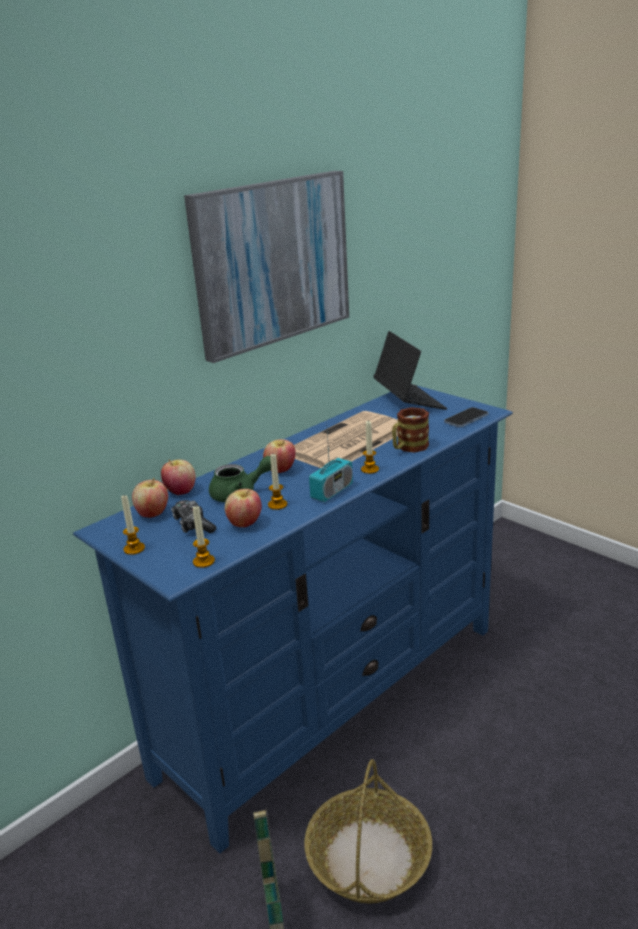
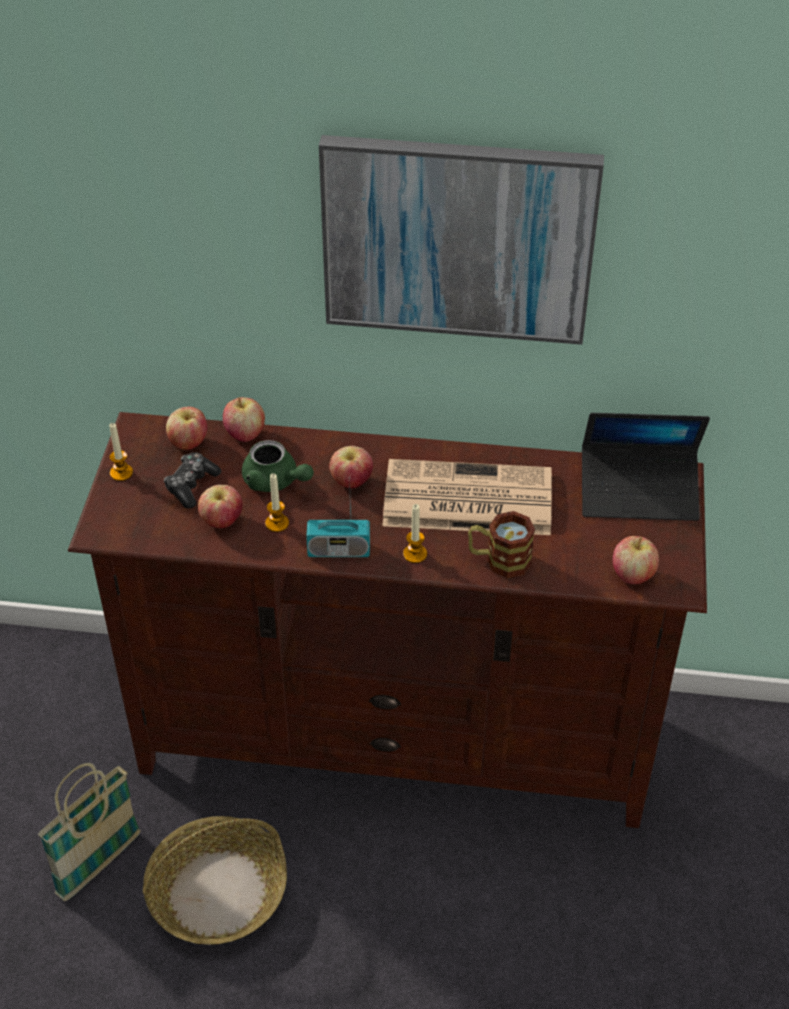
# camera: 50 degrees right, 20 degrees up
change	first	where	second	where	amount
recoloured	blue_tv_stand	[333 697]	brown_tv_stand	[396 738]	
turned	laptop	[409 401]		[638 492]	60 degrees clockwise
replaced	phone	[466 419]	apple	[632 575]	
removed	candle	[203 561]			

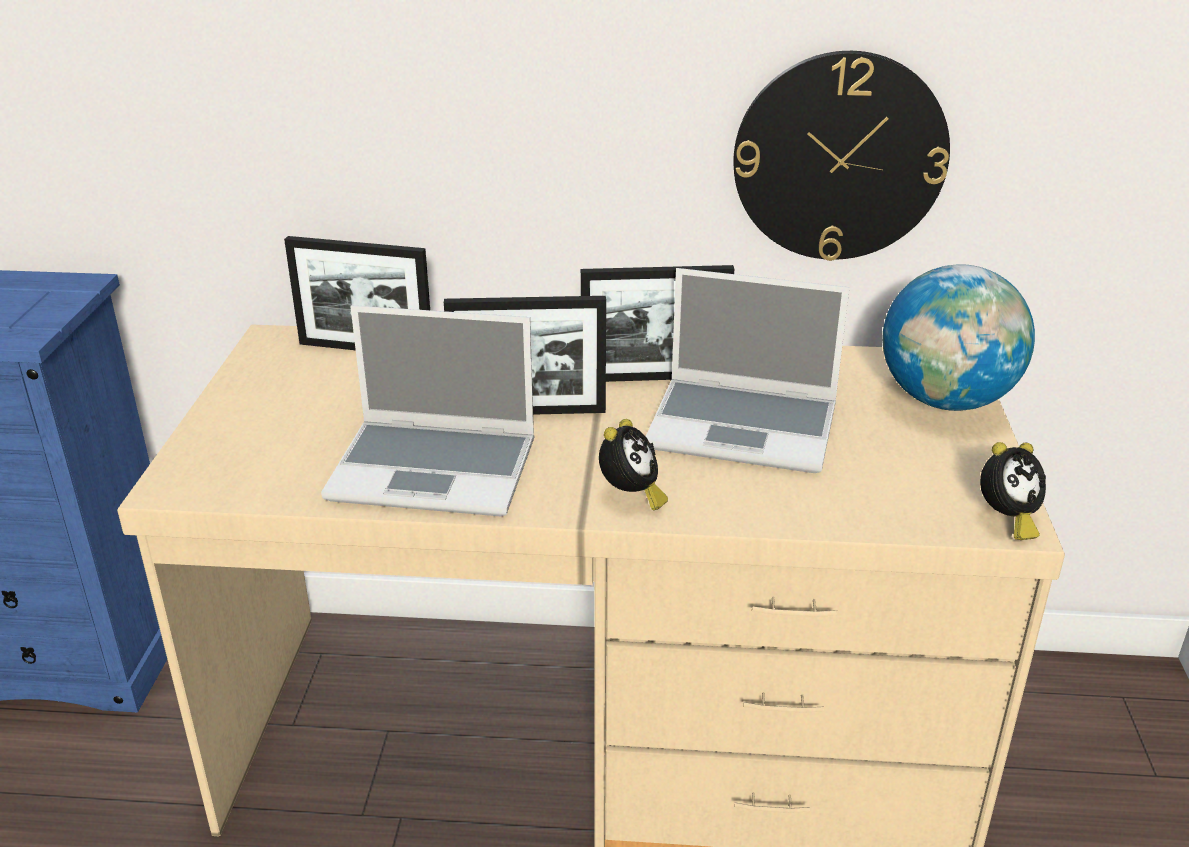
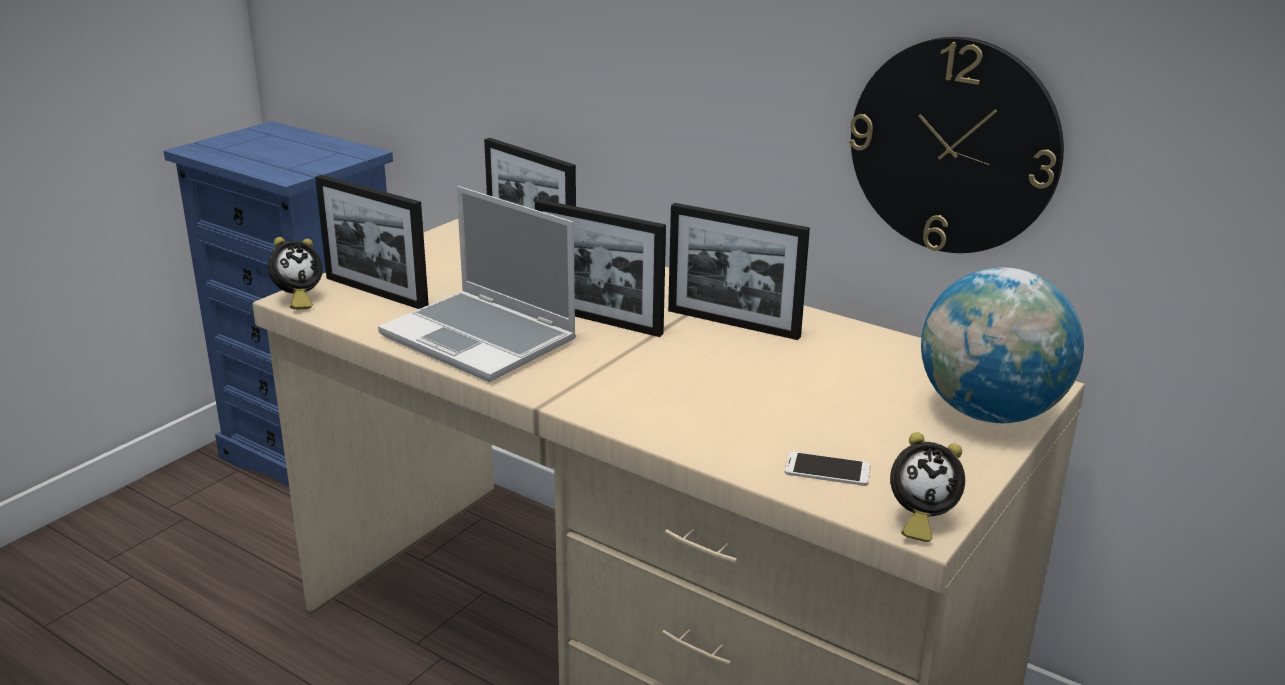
# camera: 30 degrees right, 5 degrees down
change	first	where	second	where	amount
moved	alarm_clock	[631 496]		[297 300]	
added			picture_frame	[376 292]	
added			phone	[827 470]	
removed	laptop	[745 427]			

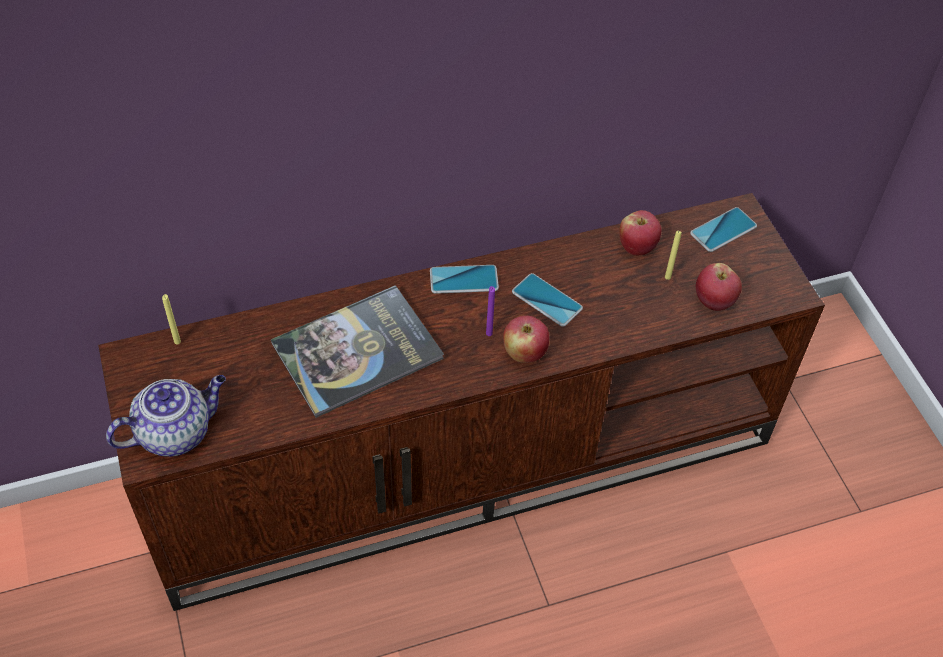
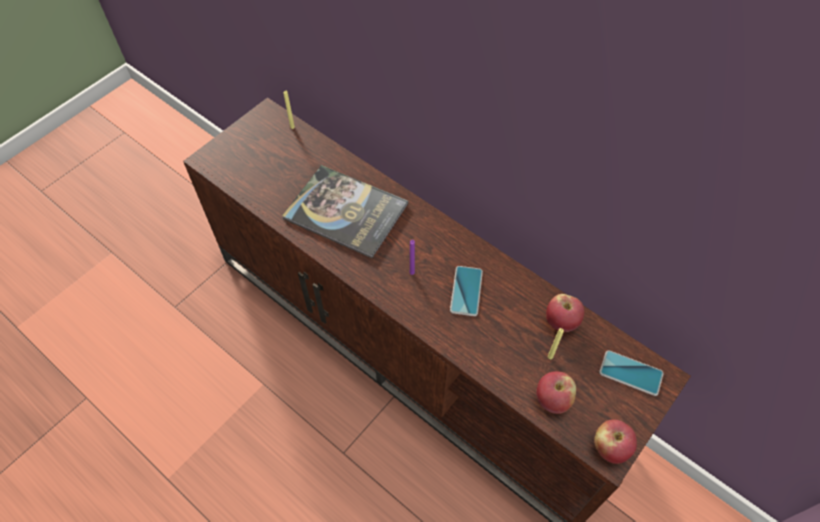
# camera: 60 degrees right, 5 degrees up
change	first	where	second	where	amount
moved	apple	[524 353]		[609 448]	
removed	teapot	[176 432]			
removed	phone	[464 280]			

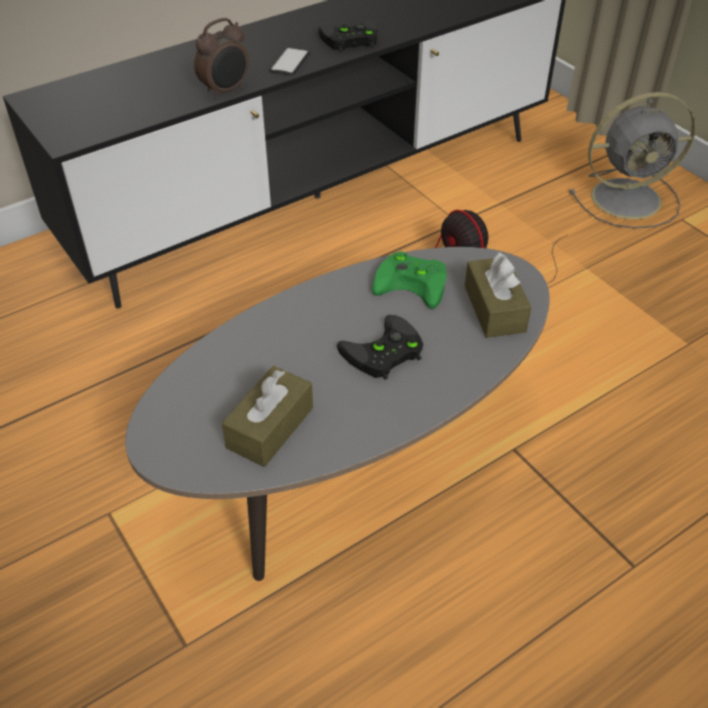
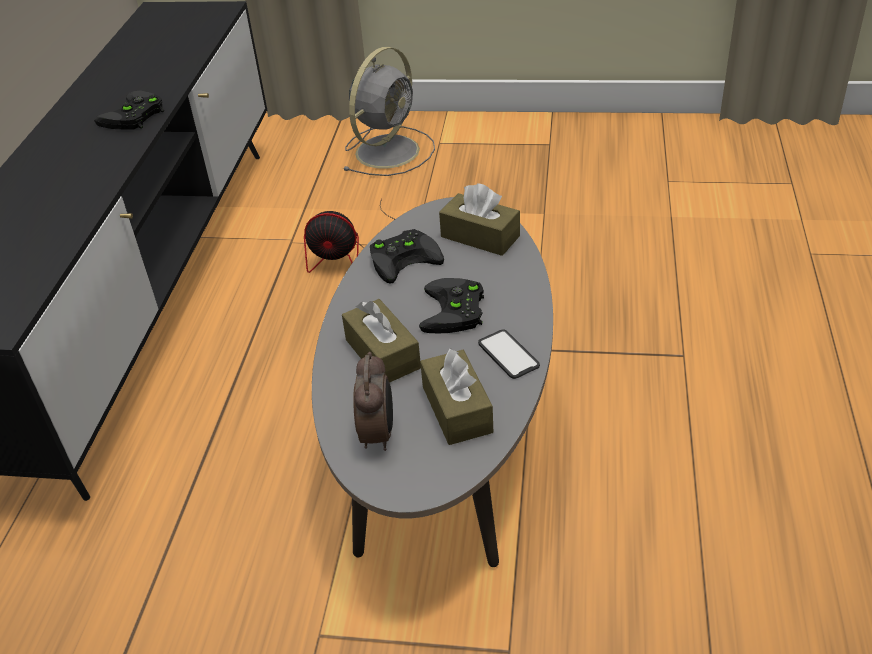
# camera: 45 degrees left, 5 degrees down
change	first	where	second	where	amount
added			brown_tissue_box	[382 354]	
moved	alarm_clock	[226 91]		[378 434]	
recoloured	green_game_controller	[414 283]	black_game_controller	[405 257]	
moved	phone	[289 62]		[508 355]	

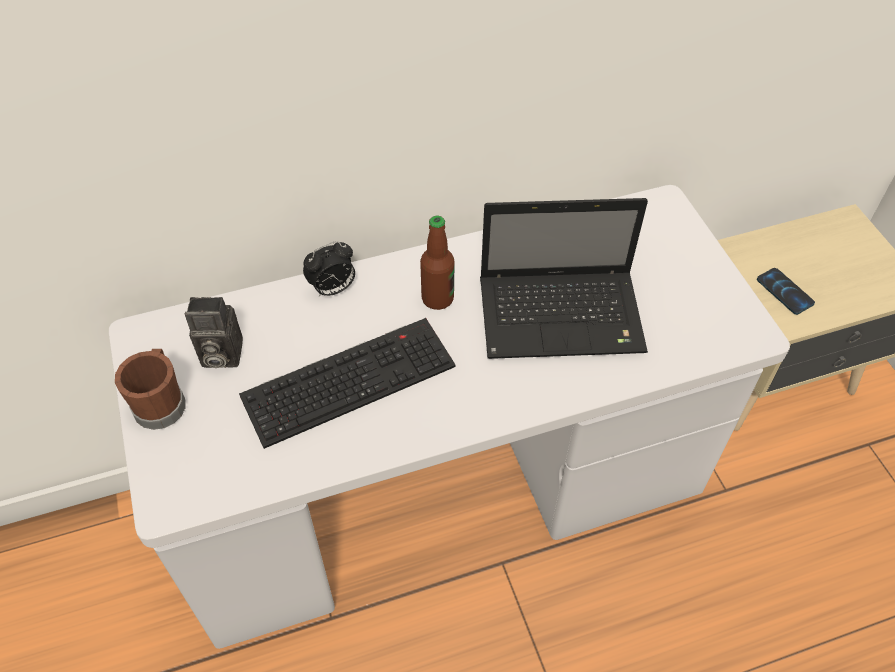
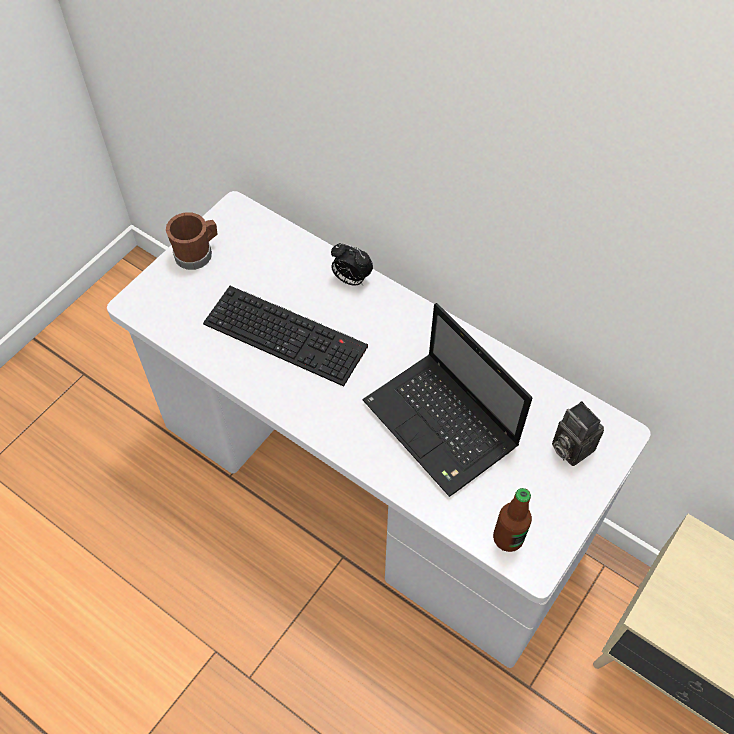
# camera: 55 degrees right, 5 degrees up
change	first	where	second	where	amount
moved	bottle	[437 298]		[508 538]	
moved	photo_camera	[219 355]		[569 447]	
removed	phone	[784 292]			

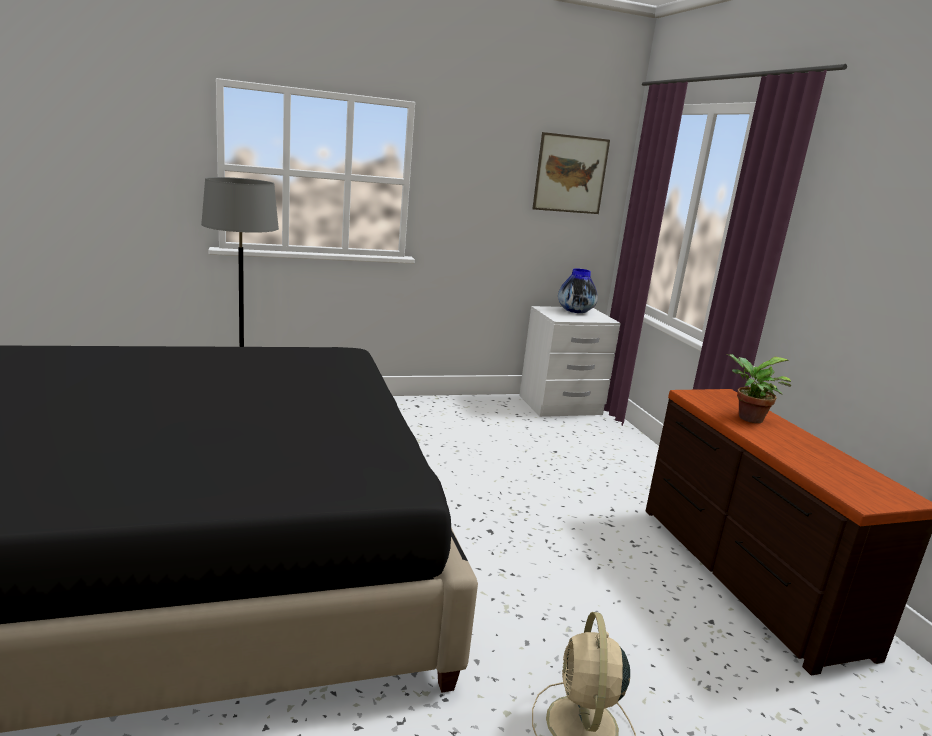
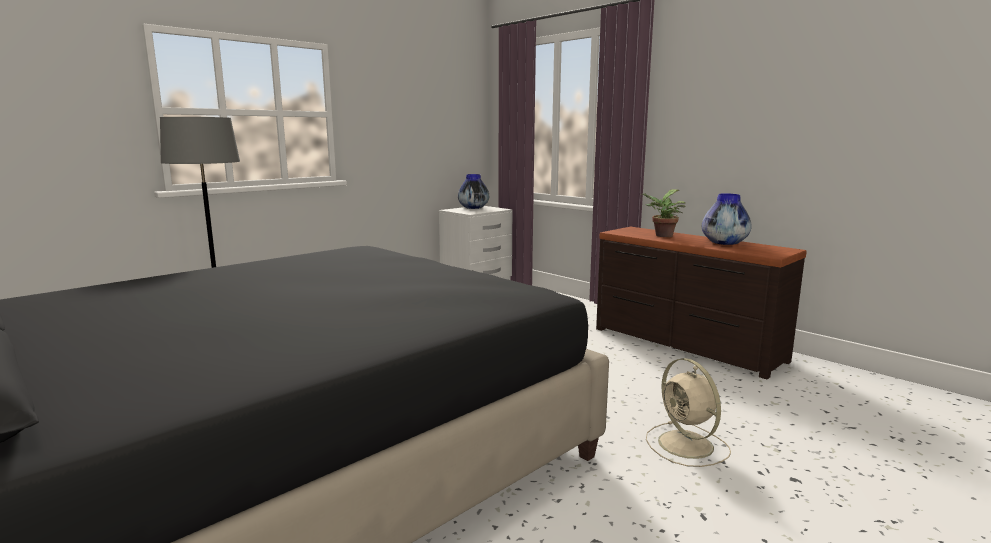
# camera: 25 degrees left, 5 degrees down
change	first	where	second	where	amount
added			vase	[724 243]	
removed	picture	[570 174]			

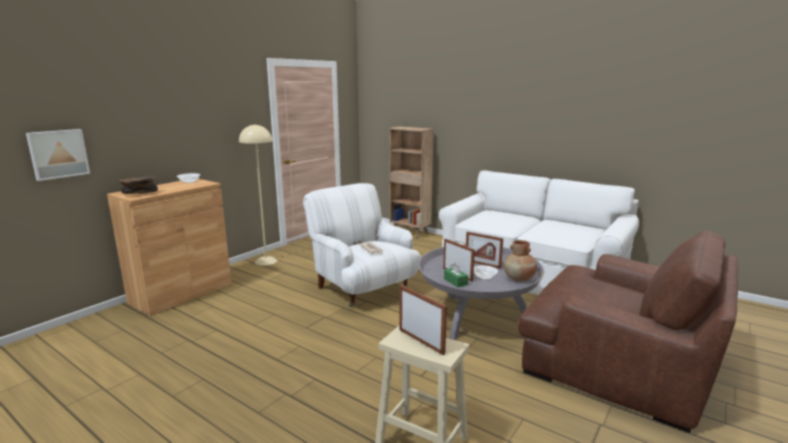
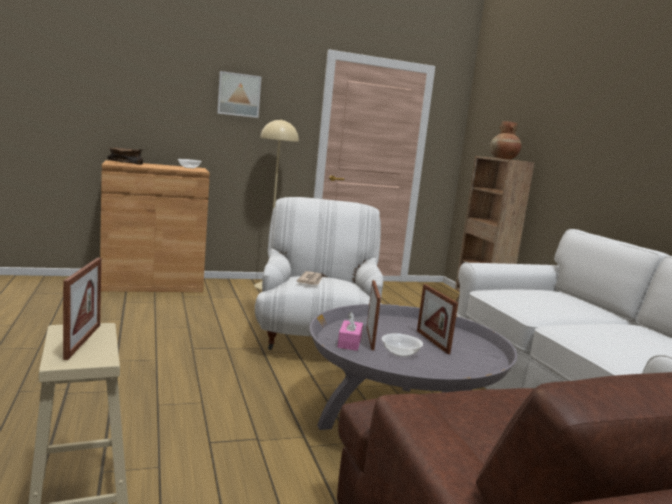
# camera: 35 degrees right, 5 degrees down
change	first	where	second	where	amount
moved	picture	[58 154]		[238 95]	
recoloured	green_tissue_box	[455 282]	pink_tissue_box	[349 342]	
moved	brown_vase	[519 278]		[503 158]	

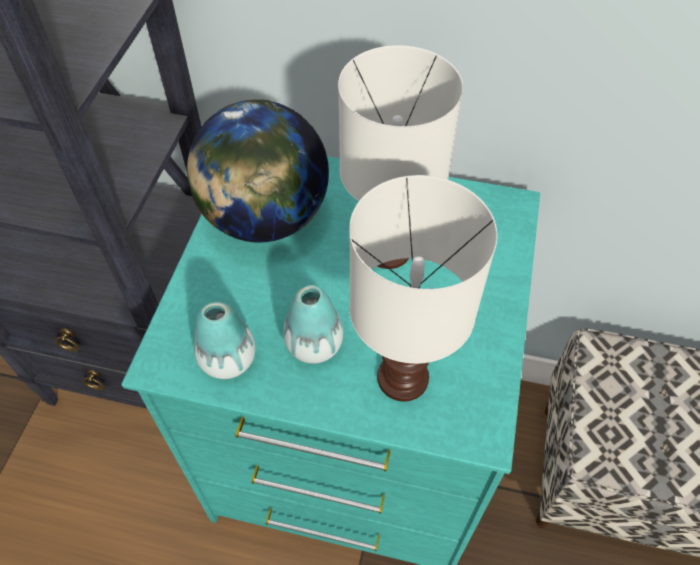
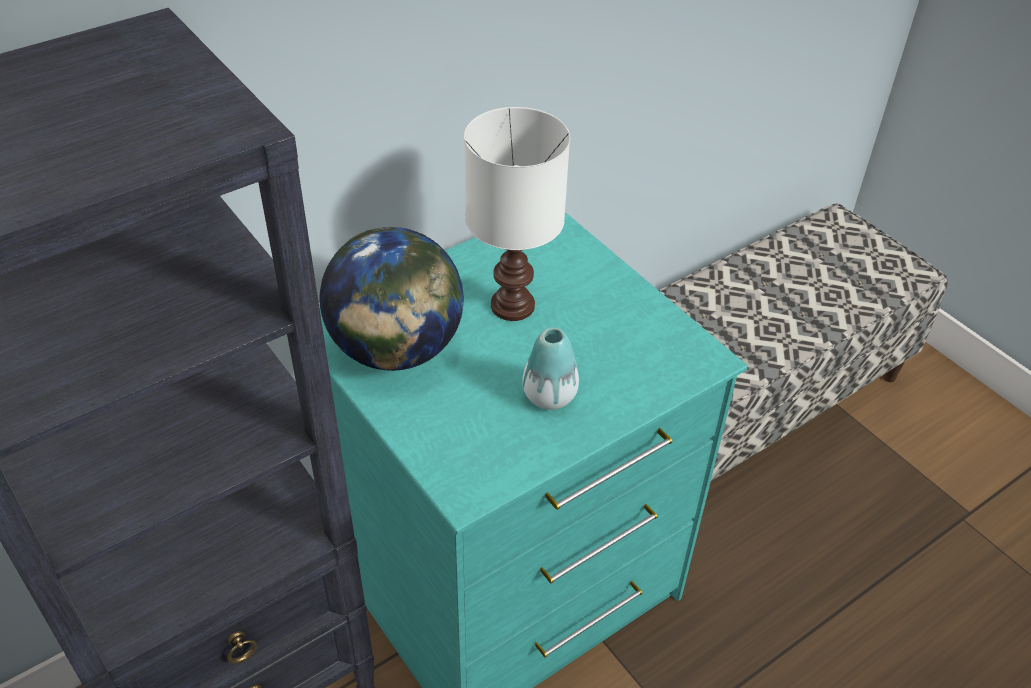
# camera: 50 degrees left, 10 degrees down
change	first	where	second	where	amount
removed	vase	[228 360]			
removed	white_table_lamp	[405 378]			

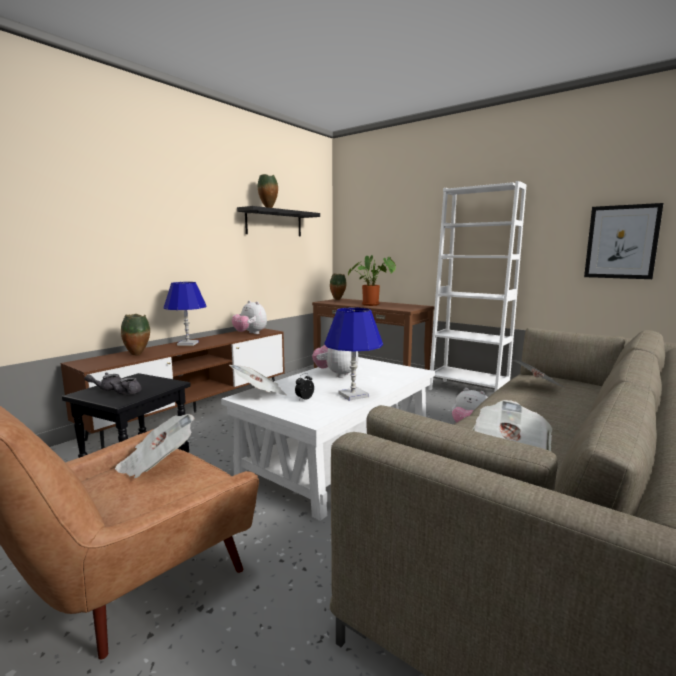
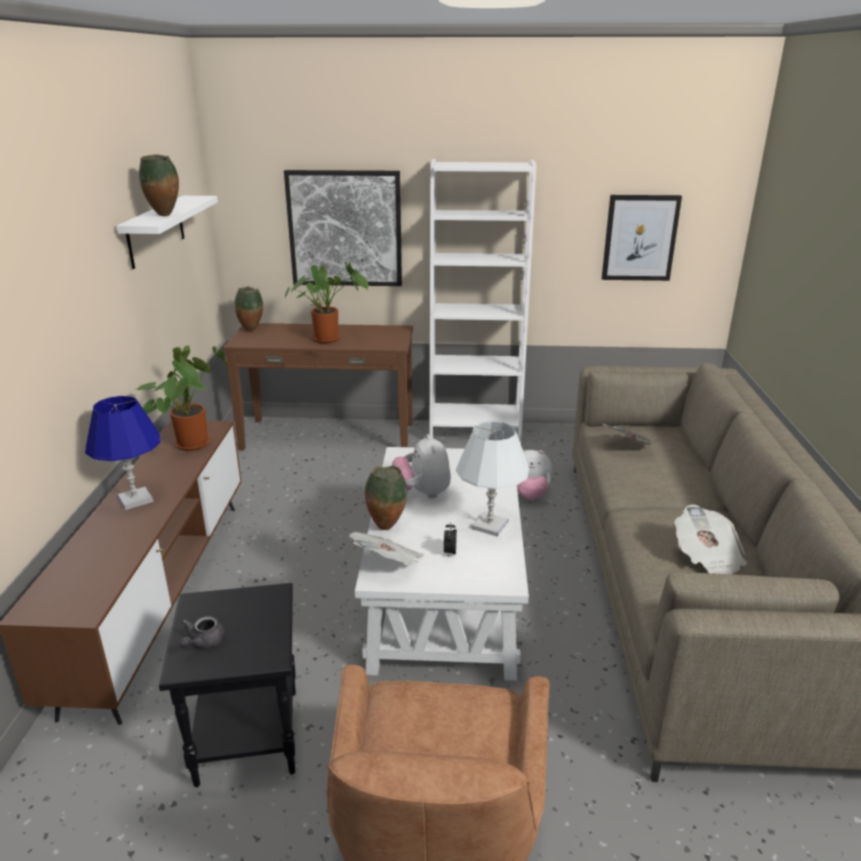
# camera: 35 degrees left, 15 degrees up
change	first	where	second	where	amount
recoloured	black_shelf	[274 223]	white_shelf	[156 231]	
replaced	plush_toy	[250 334]	potted_plant	[193 442]	
added			picture	[345 229]	
moved	vase	[138 355]		[386 526]	
recoloured	blue_table_lamp	[353 395]	white_table_lamp	[490 526]	
removed	grey_teapot	[128 394]			
removed	newspaper	[157 463]			

